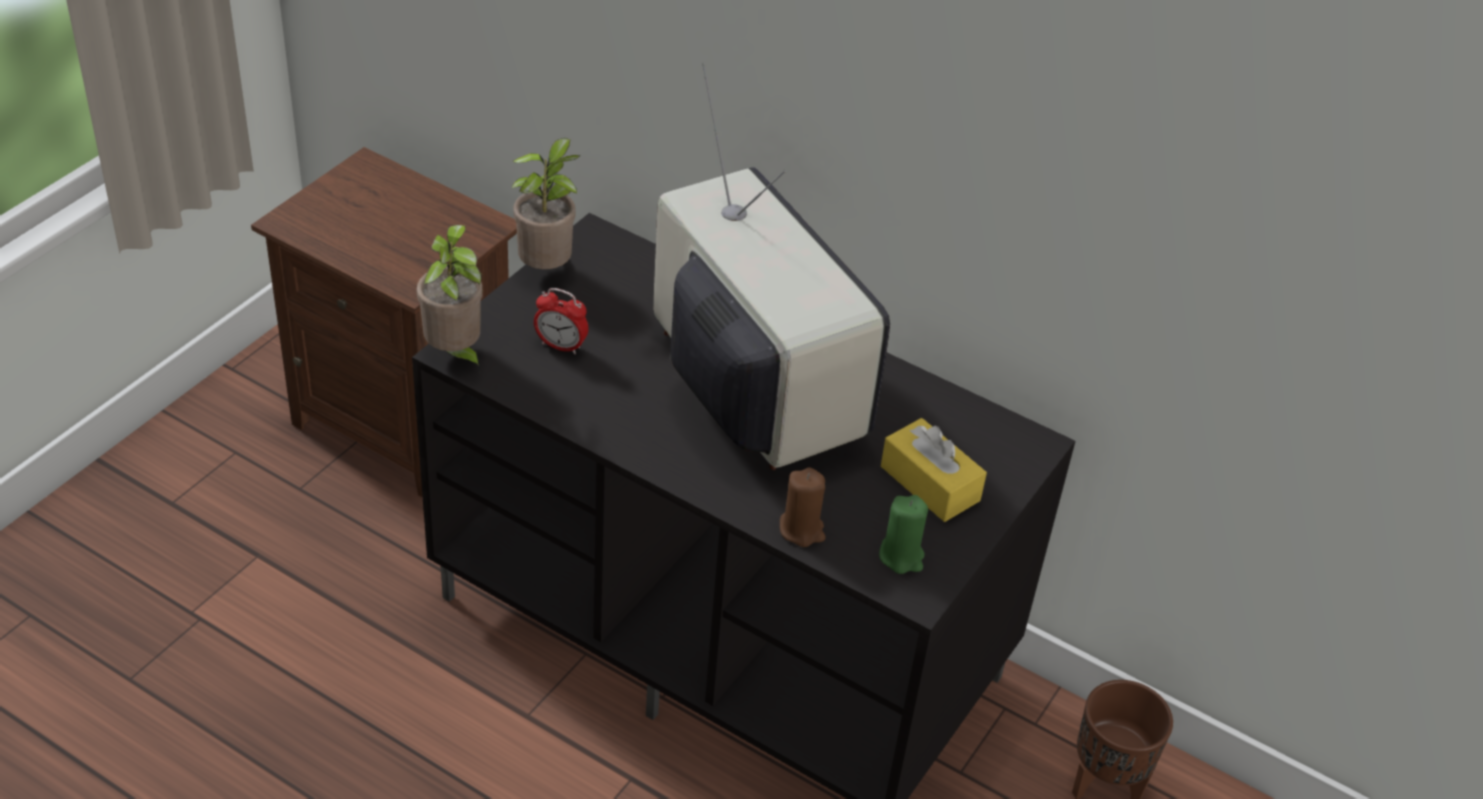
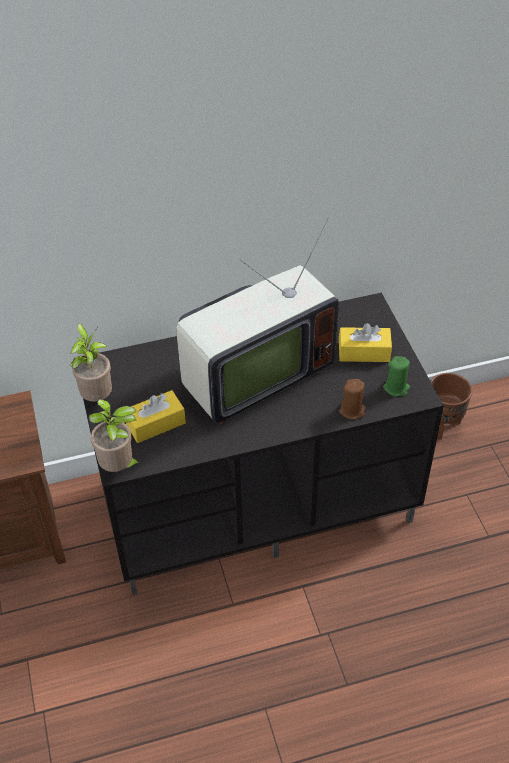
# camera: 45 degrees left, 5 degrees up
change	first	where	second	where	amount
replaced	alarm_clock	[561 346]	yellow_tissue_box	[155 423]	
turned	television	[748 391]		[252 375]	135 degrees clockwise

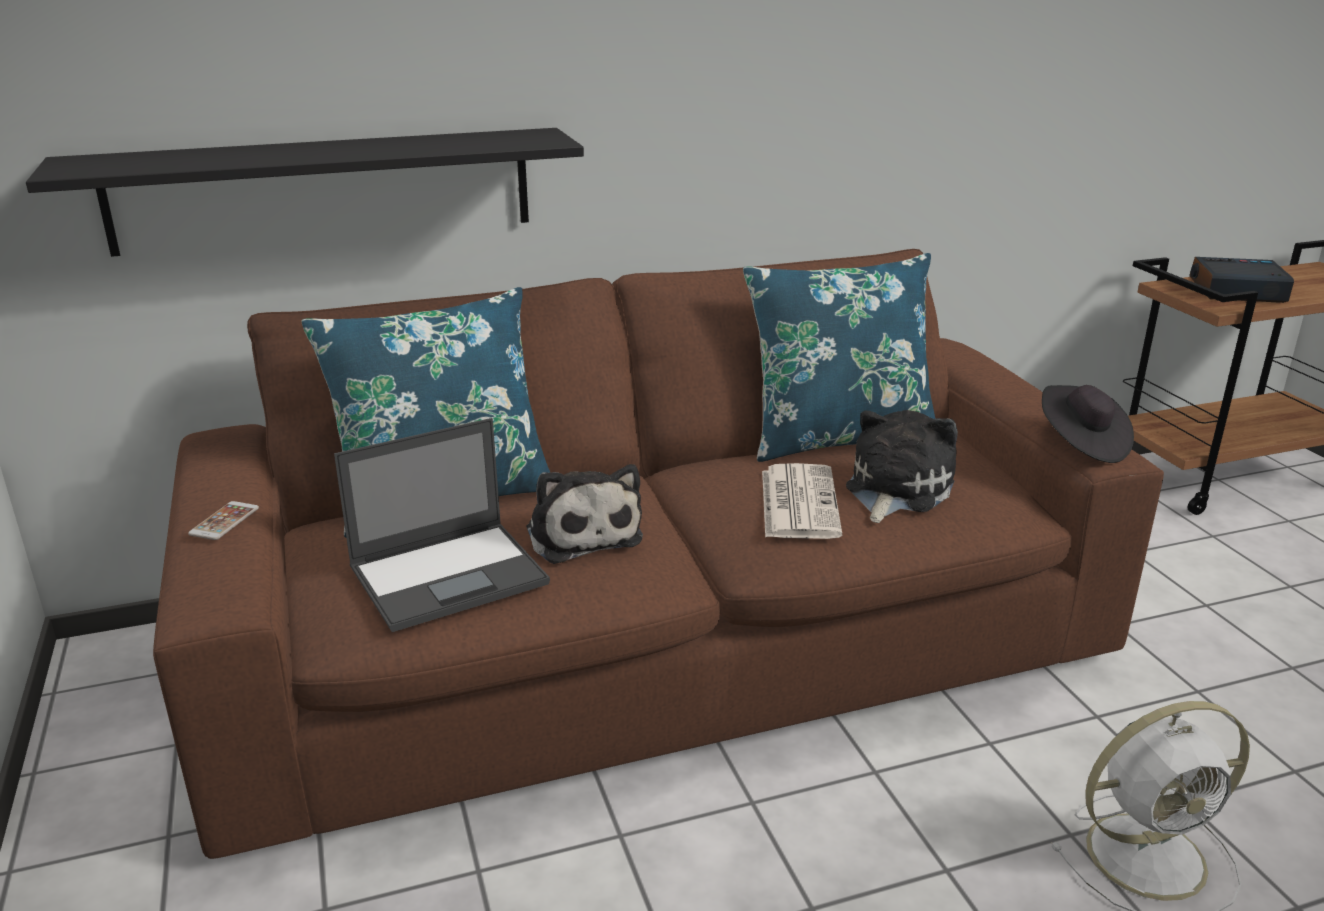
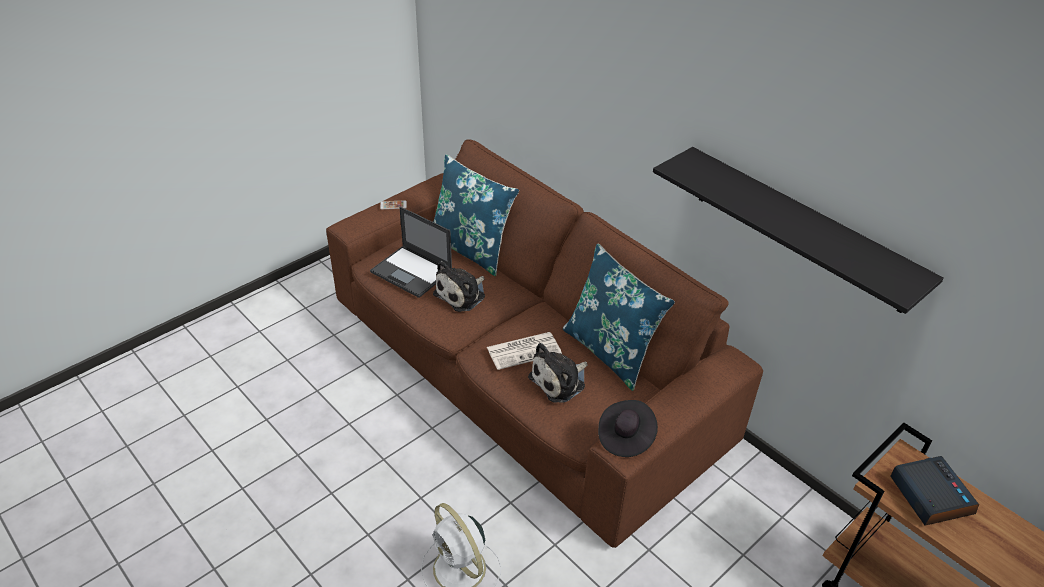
# camera: 65 degrees right, 15 degrees up
change	first	where	second	where	amount
turned	plush_toy	[895 490]		[560 381]	135 degrees clockwise
moved	black_shelf	[324 190]		[799 229]	

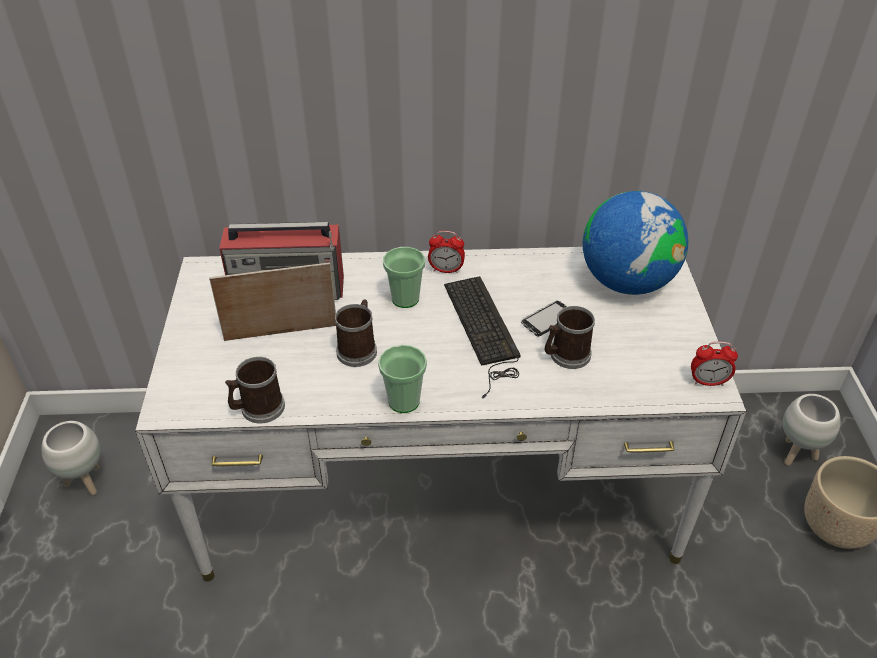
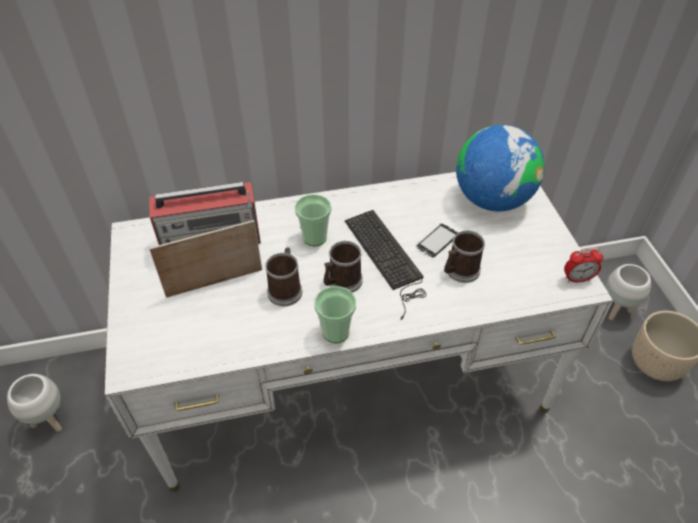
# camera: 10 degrees left, 5 degrees up
change	first	where	second	where	amount
moved	mug	[258 409]		[342 282]	
removed	alarm_clock	[446 270]			

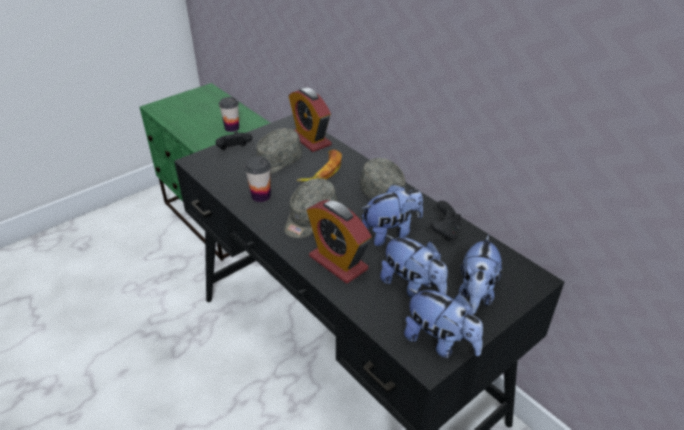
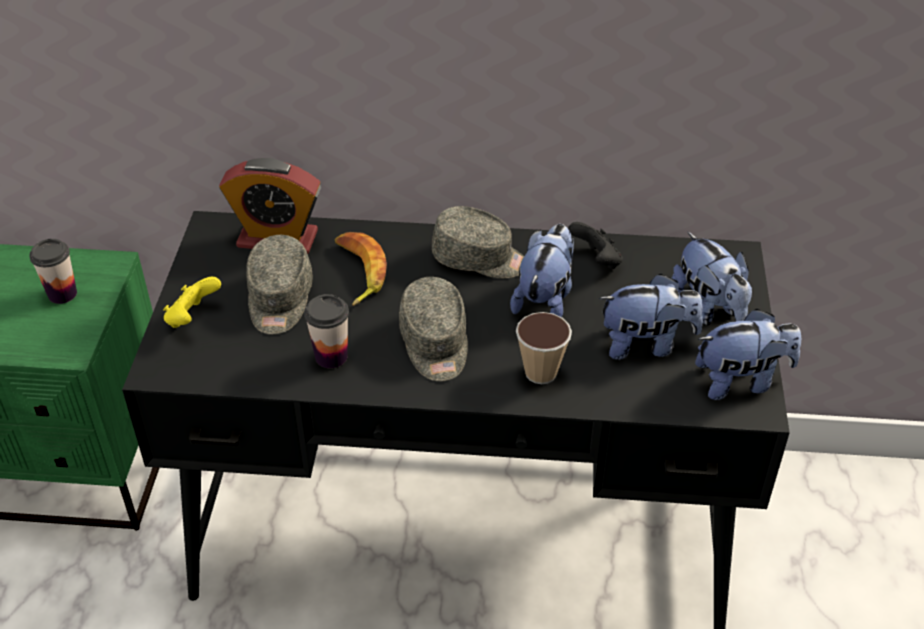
# camera: 45 degrees left, 5 degrees up
change	first	where	second	where	amount
recoloured	black_game_controller	[234 150]	yellow_game_controller	[192 318]	
replaced	alarm_clock	[338 263]	cup	[540 372]	

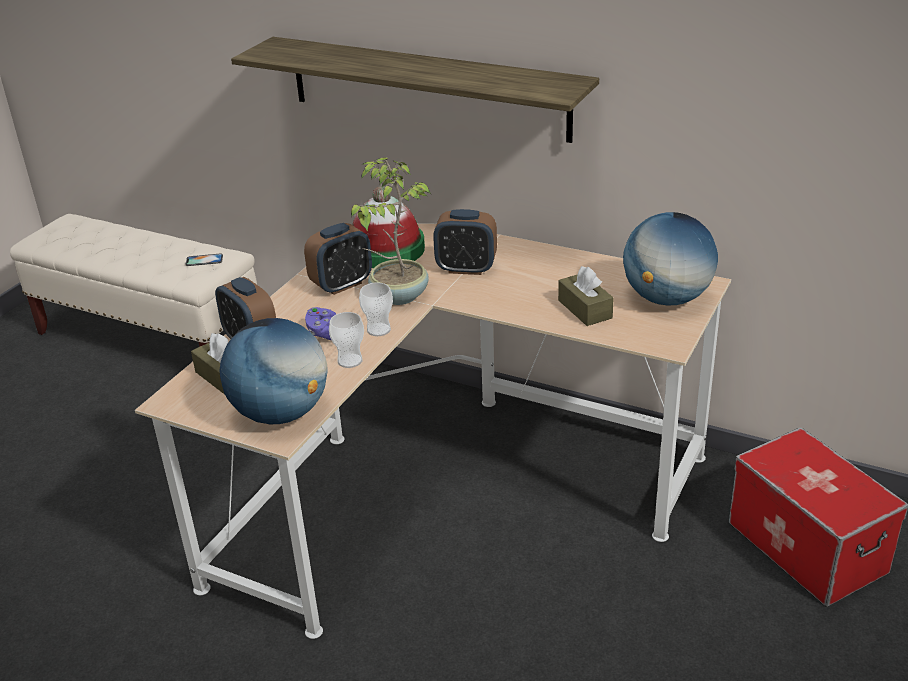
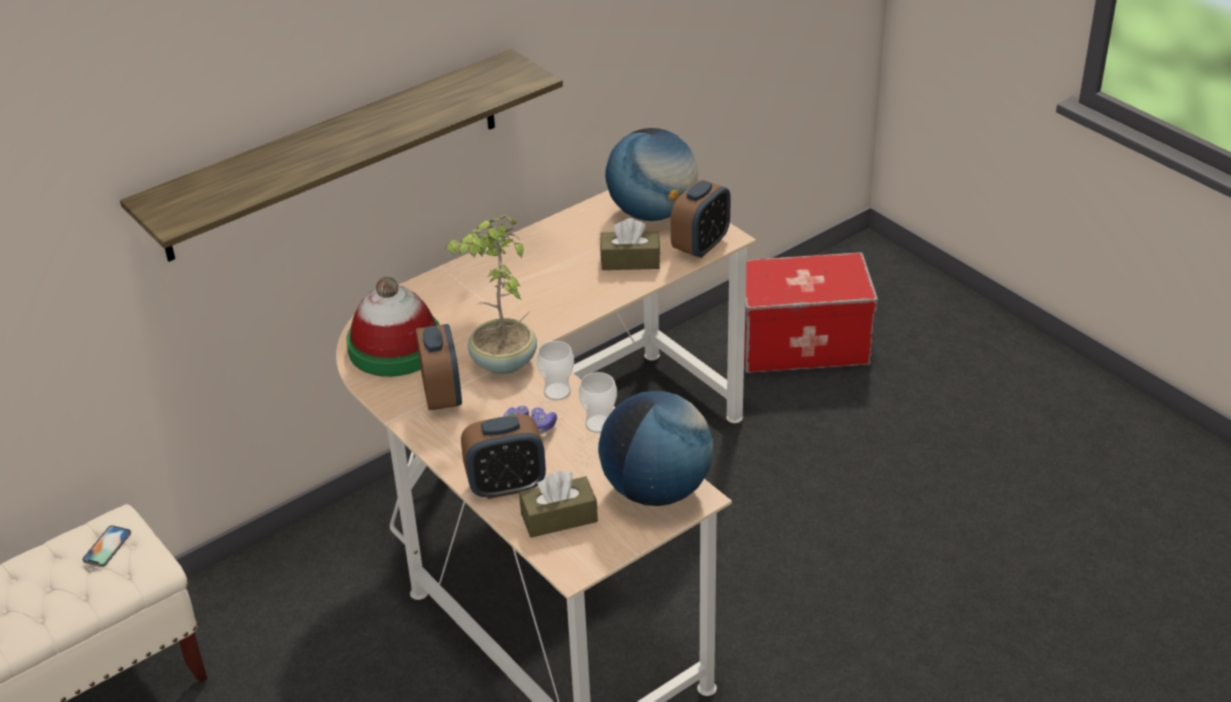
# camera: 65 degrees left, 5 degrees up
change	first	where	second	where	amount
moved	alarm_clock	[466 268]		[701 246]	

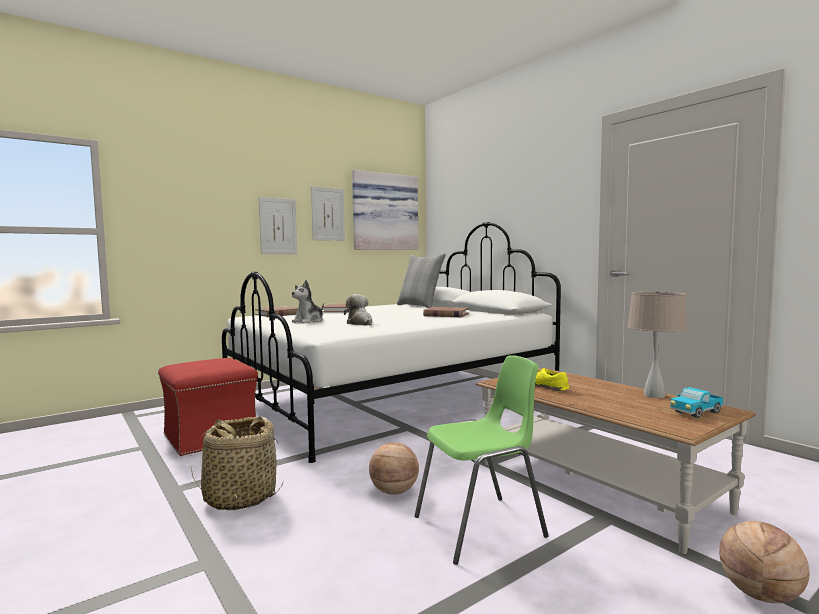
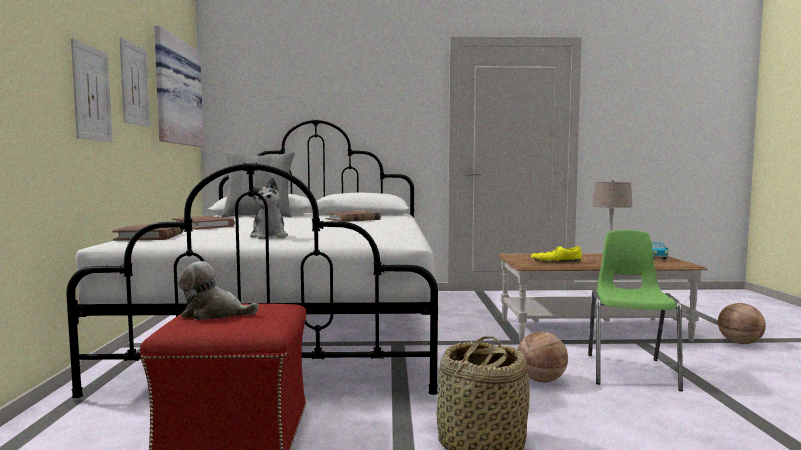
# camera: 55 degrees left, 0 degrees up
change	first	where	second	where	amount
moved	plush_toy	[360 323]		[214 314]	

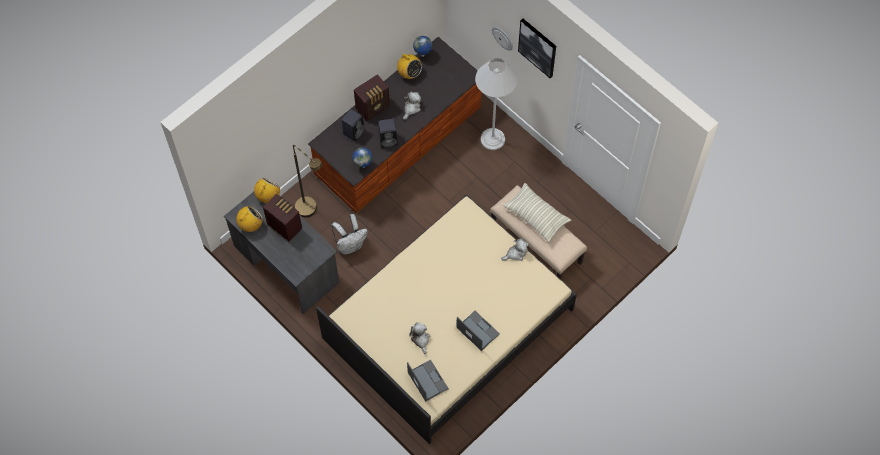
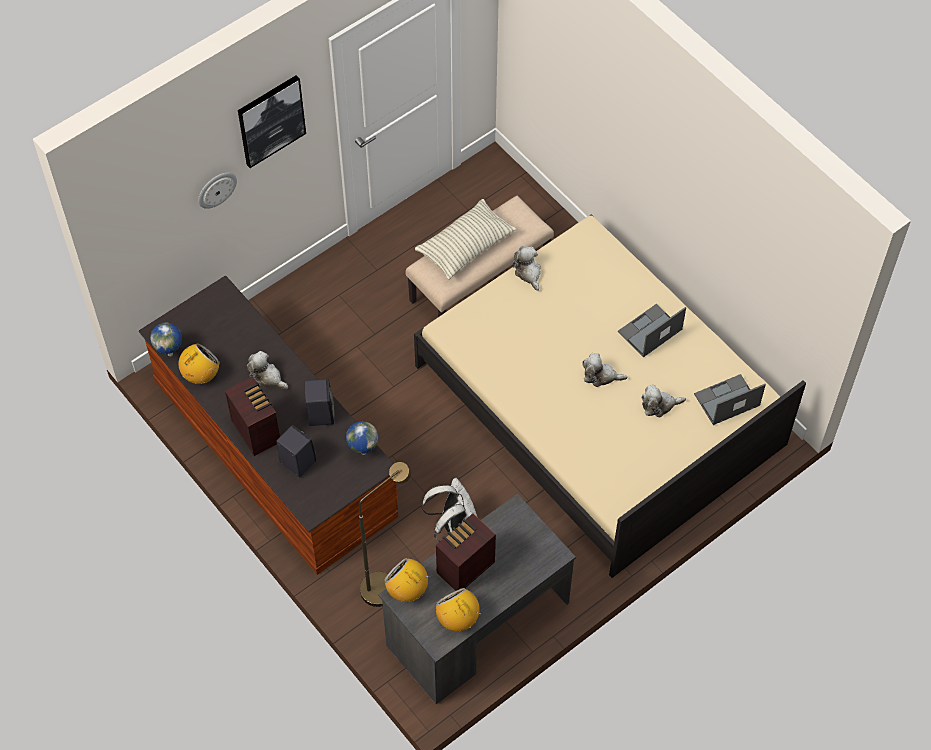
# camera: 85 degrees left, 5 degrees down
change	first	where	second	where	amount
added			plush_toy	[600 376]	
removed	white_floor_lamp	[492 139]			

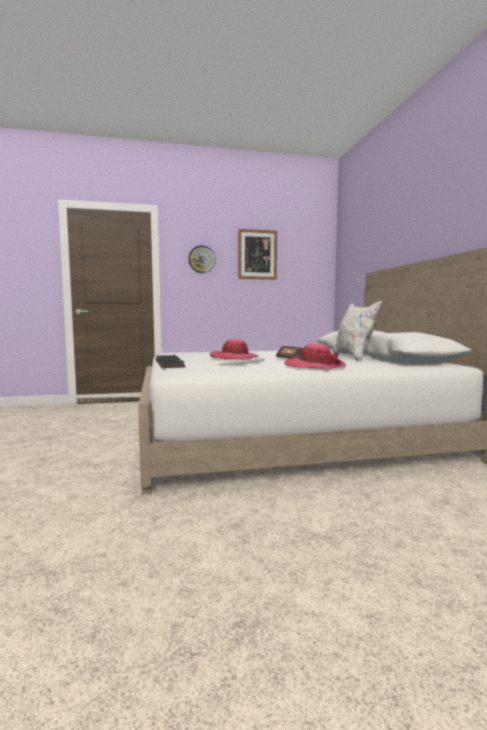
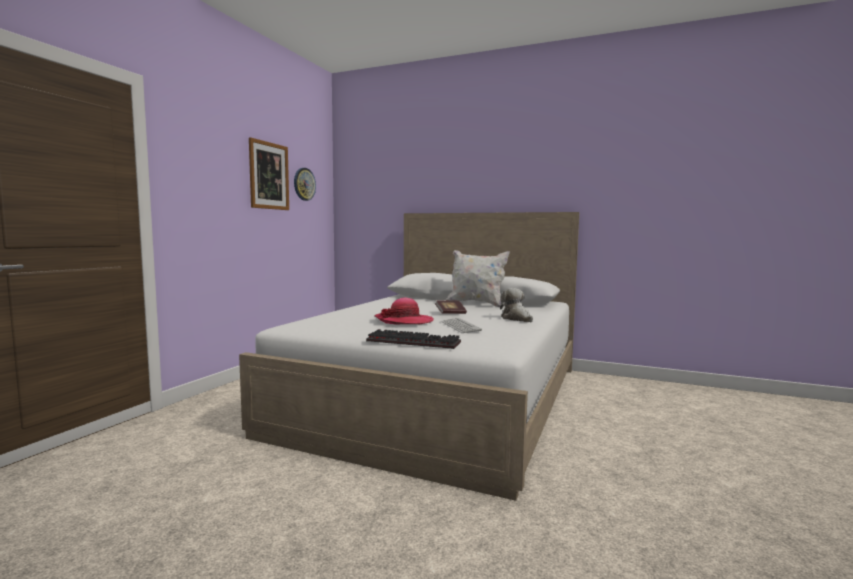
# camera: 55 degrees left, 0 degrees up
change	first	where	second	where	amount
moved	wall_clock	[202 259]		[304 184]	
replaced	hat	[314 366]	plush_toy	[516 319]	

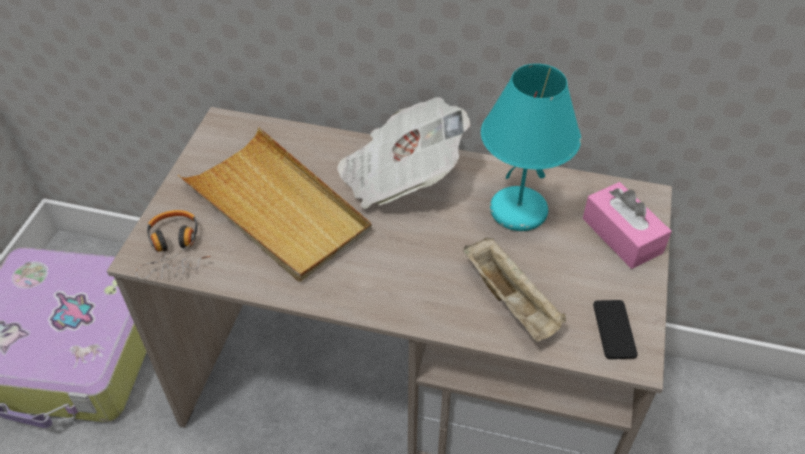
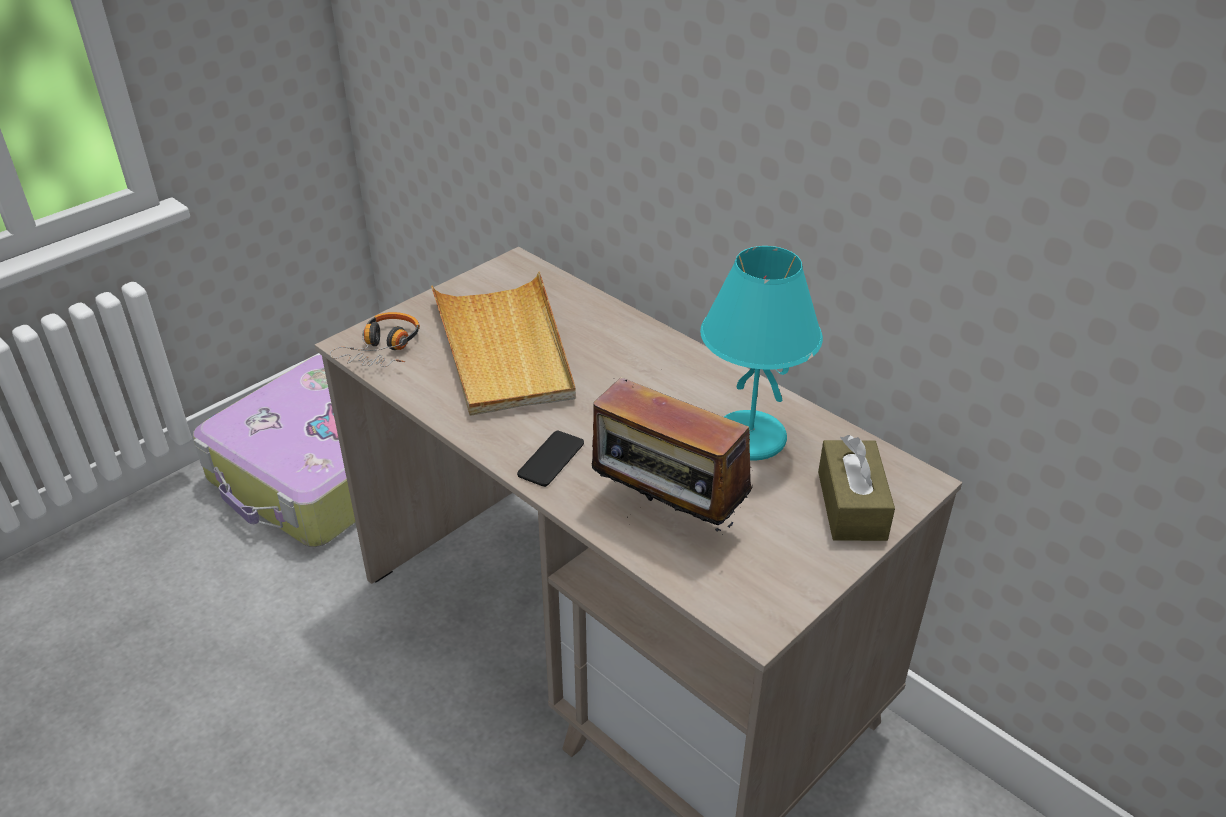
# camera: 30 degrees right, 10 degrees down
change	first	where	second	where	amount
moved	phone	[614 329]		[551 459]	
replaced	beige_tray	[512 301]	radio	[666 516]	
recoloured	pink_tissue_box	[622 235]	brown_tissue_box	[851 505]	
removed	newspaper	[400 176]			

